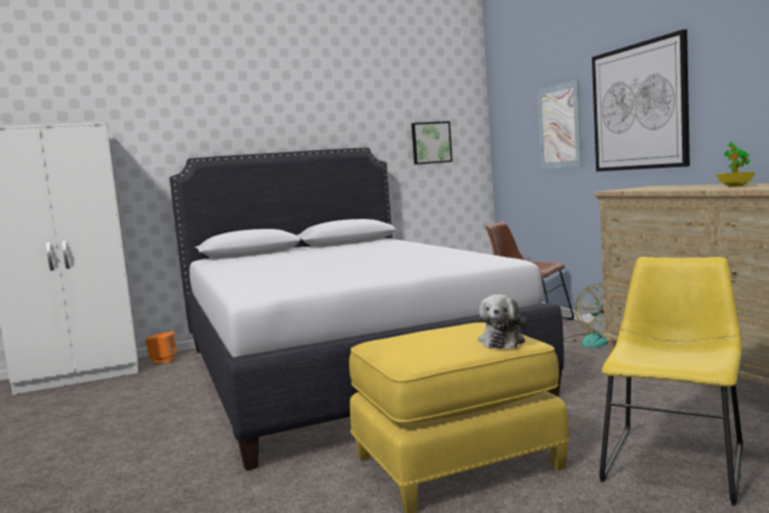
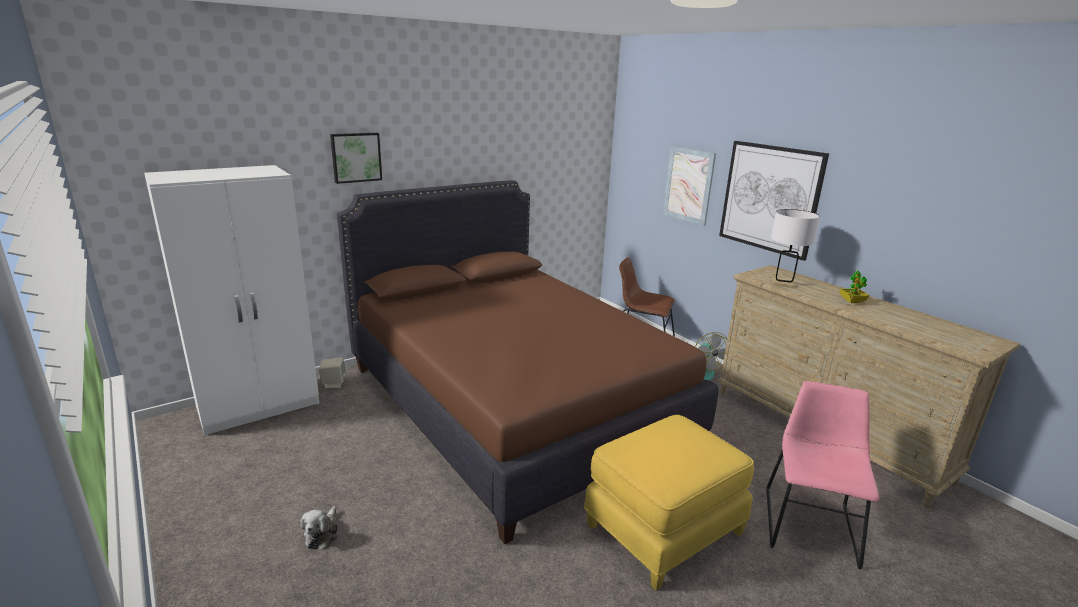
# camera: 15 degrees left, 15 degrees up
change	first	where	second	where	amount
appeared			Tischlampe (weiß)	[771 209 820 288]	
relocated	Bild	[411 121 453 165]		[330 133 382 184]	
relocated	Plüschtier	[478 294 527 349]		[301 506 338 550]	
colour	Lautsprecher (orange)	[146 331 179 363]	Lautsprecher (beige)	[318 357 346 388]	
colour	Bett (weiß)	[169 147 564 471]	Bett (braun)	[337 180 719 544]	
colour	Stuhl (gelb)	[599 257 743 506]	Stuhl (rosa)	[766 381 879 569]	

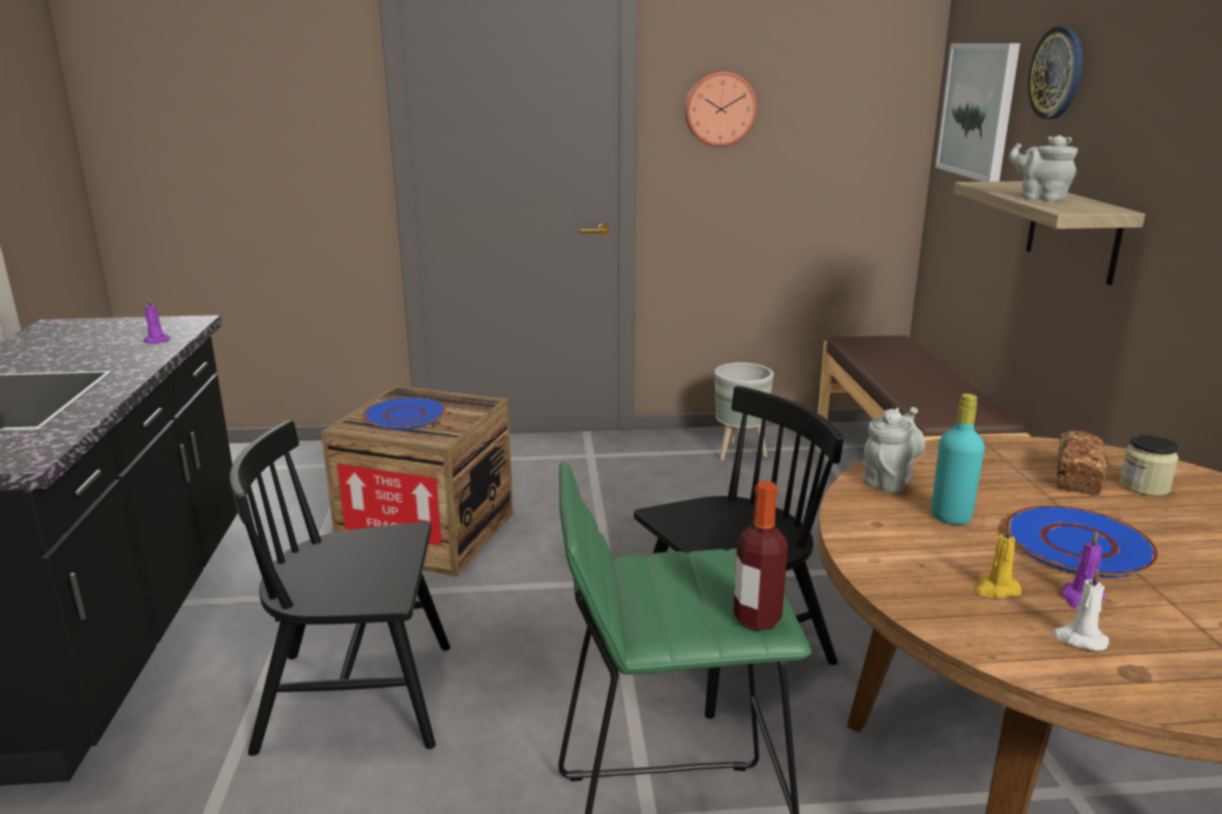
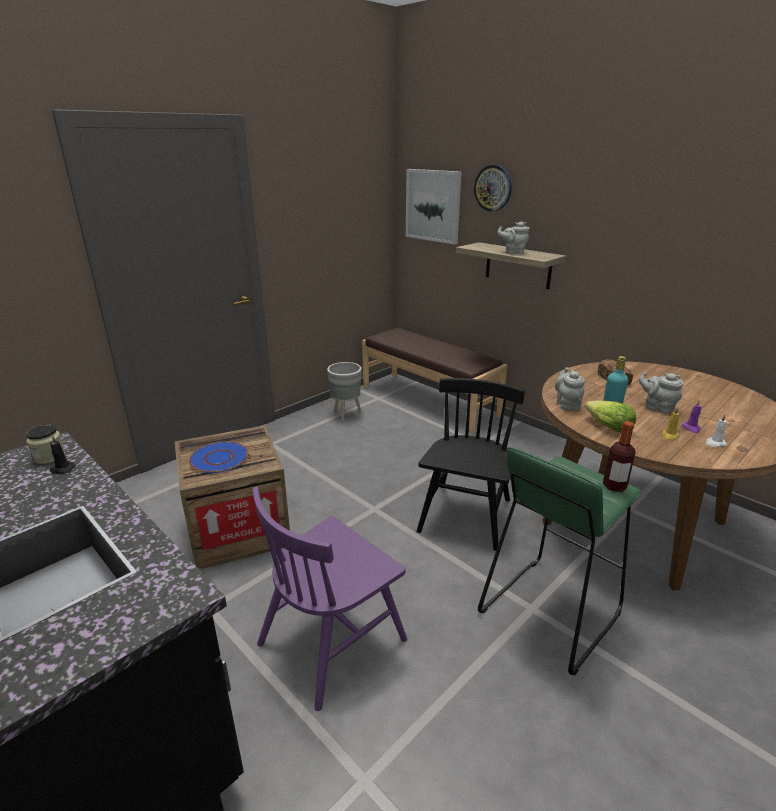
# camera: 40 degrees left, 5 degrees up
change	first	where	second	where	amount
missing	Wanduhr	[685 71 757 147]			
appeared			Salatkopf	[585 400 636 432]	
relocated	Vorratsglas	[1119 434 1179 496]		[26 424 65 464]	
exchanged	Teller (blau)	[1005 506 1158 578]	Teekanne (grau)	[639 372 684 413]	
colour	Kerze (lila)	[144 296 171 344]	Kerze (schwarz)	[50 435 76 474]	
colour	Stuhl (schwarz)	[230 420 450 756]	Stuhl (lila)	[253 487 407 711]	

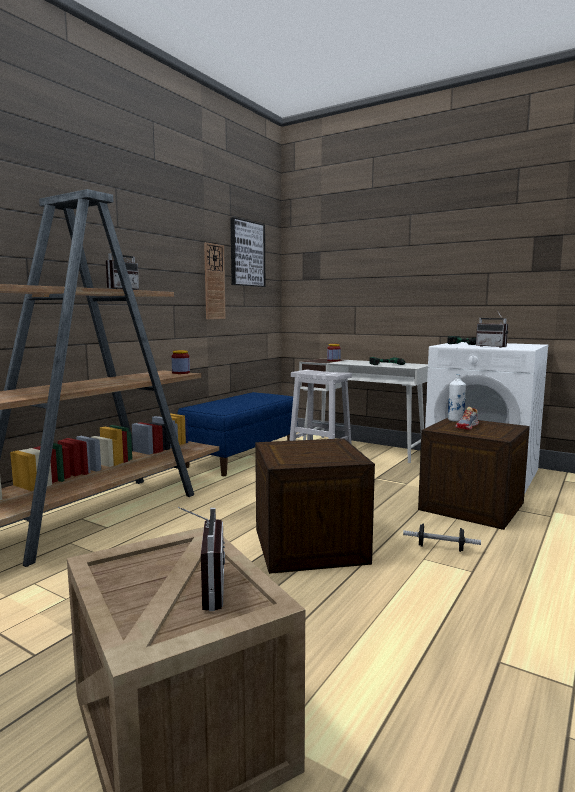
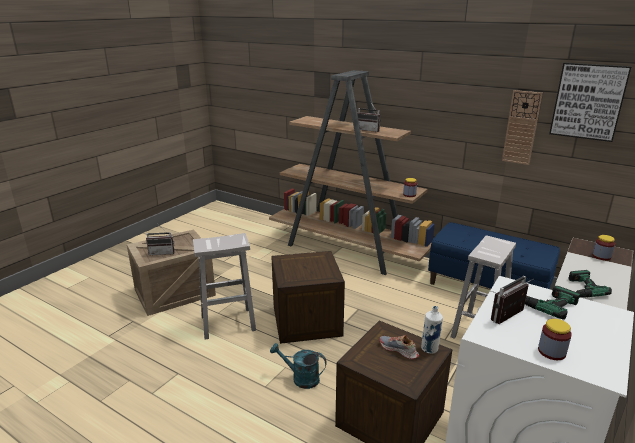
# camera: 90 degrees right, 15 degrees up
change	first	where	second	where	amount
appeared			Hocker (weiß)	[193 233 256 339]	
appeared			Vorratsglas	[538 319 572 360]	
exchanged	Hantel	[403 523 481 552]	Gießkanne (türkis)	[270 343 326 389]	

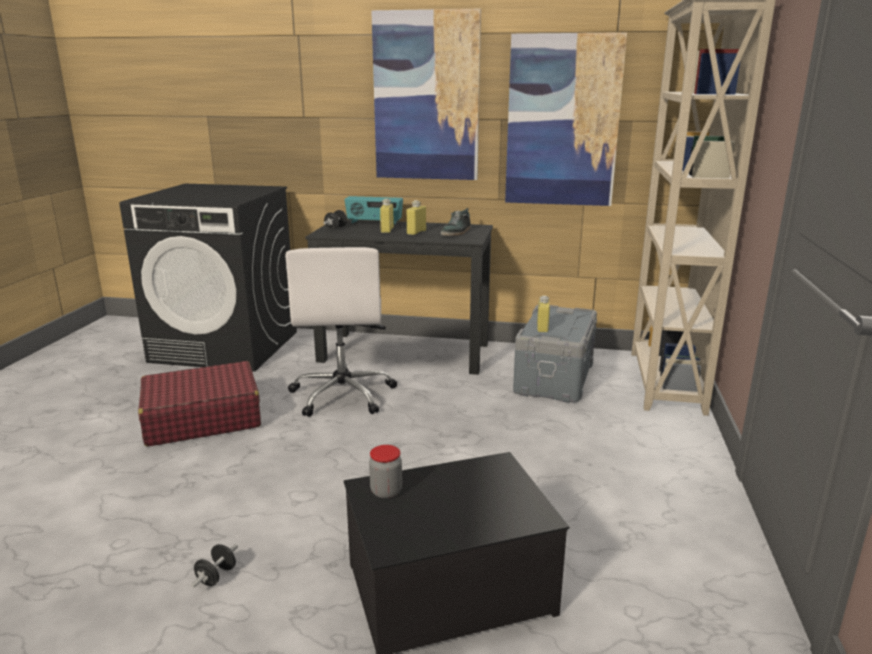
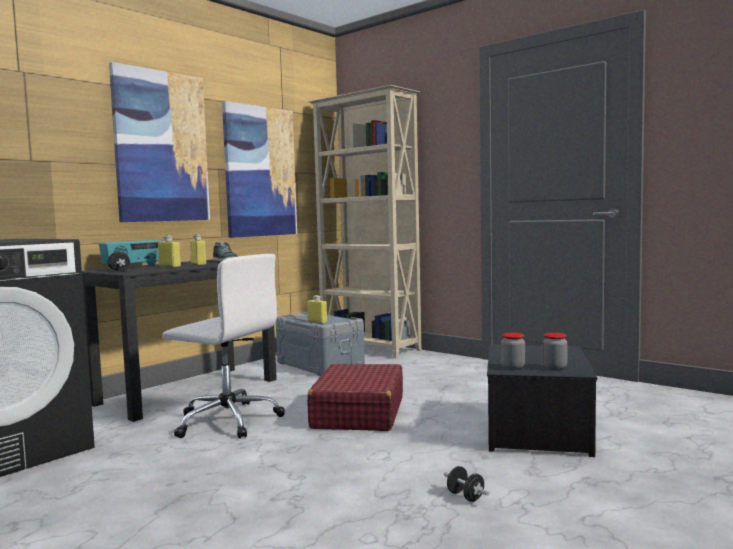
# camera: 60 degrees left, 15 degrees down
change	first	where	second	where	amount
appeared			Vorratsglas	[543 333 568 370]	
relocated	Koffer (rot)	[138 361 261 447]		[307 364 403 431]	

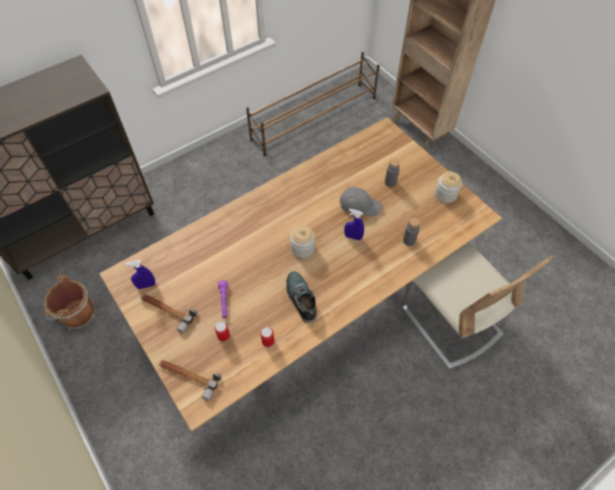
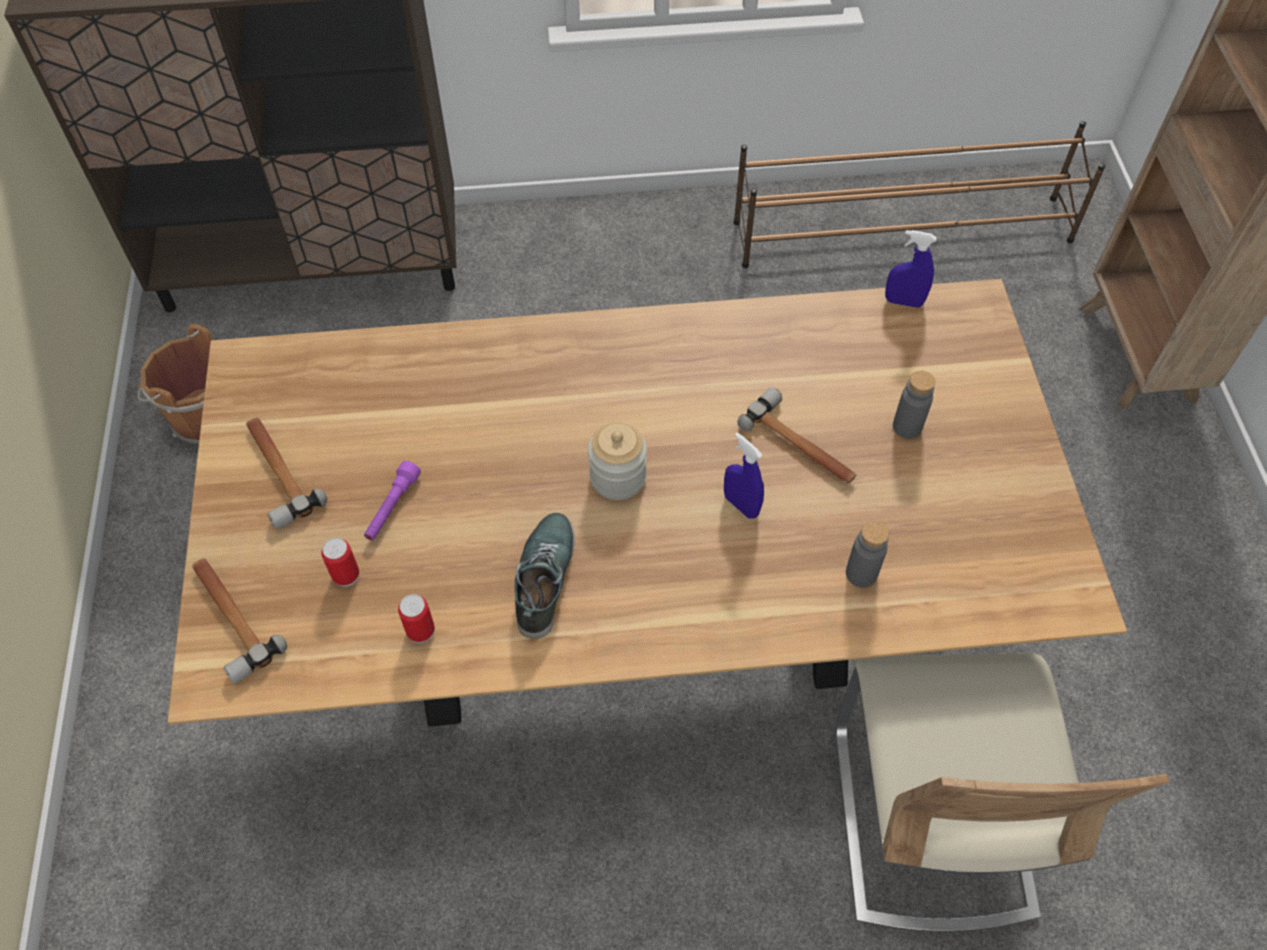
# camera: 30 degrees right, 0 degrees up
change	first	where	second	where	amount
missing	Vorratsglas	[435 171 462 203]			
relocated	Sprühflasche (blau)	[125 260 155 289]		[885 230 937 308]	
exchanged	Kappe (grau)	[340 187 382 216]	Hammer	[738 387 857 483]	

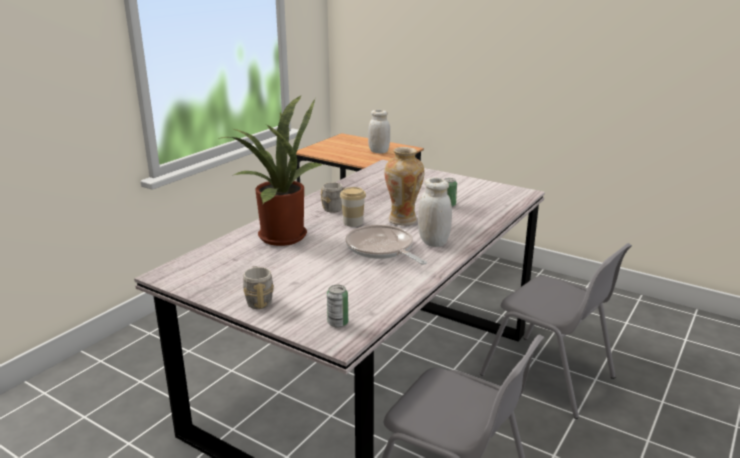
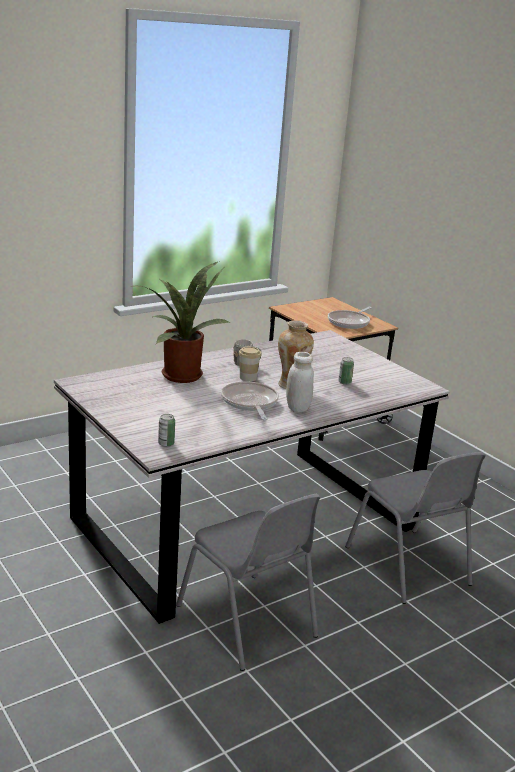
# camera: 20 degrees right, 0 degrees up
change	first	where	second	where	amount
missing	Henkelbecher (grau)	[243 266 274 309]			
exchanged	Vorratsglas (weiß)	[368 110 390 154]	Pfanne	[328 307 372 329]	

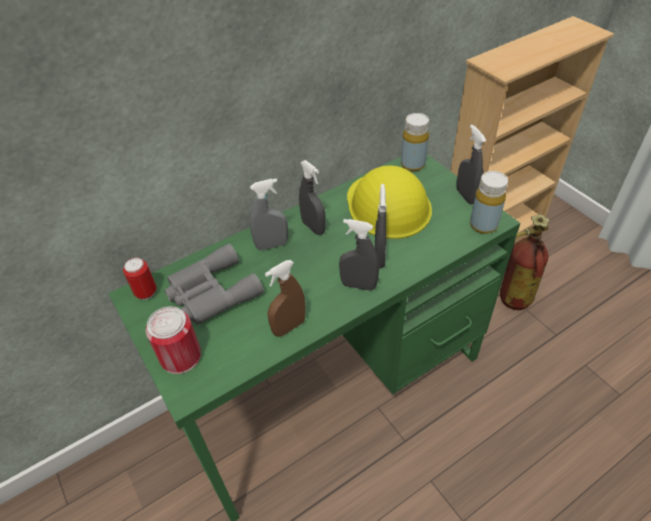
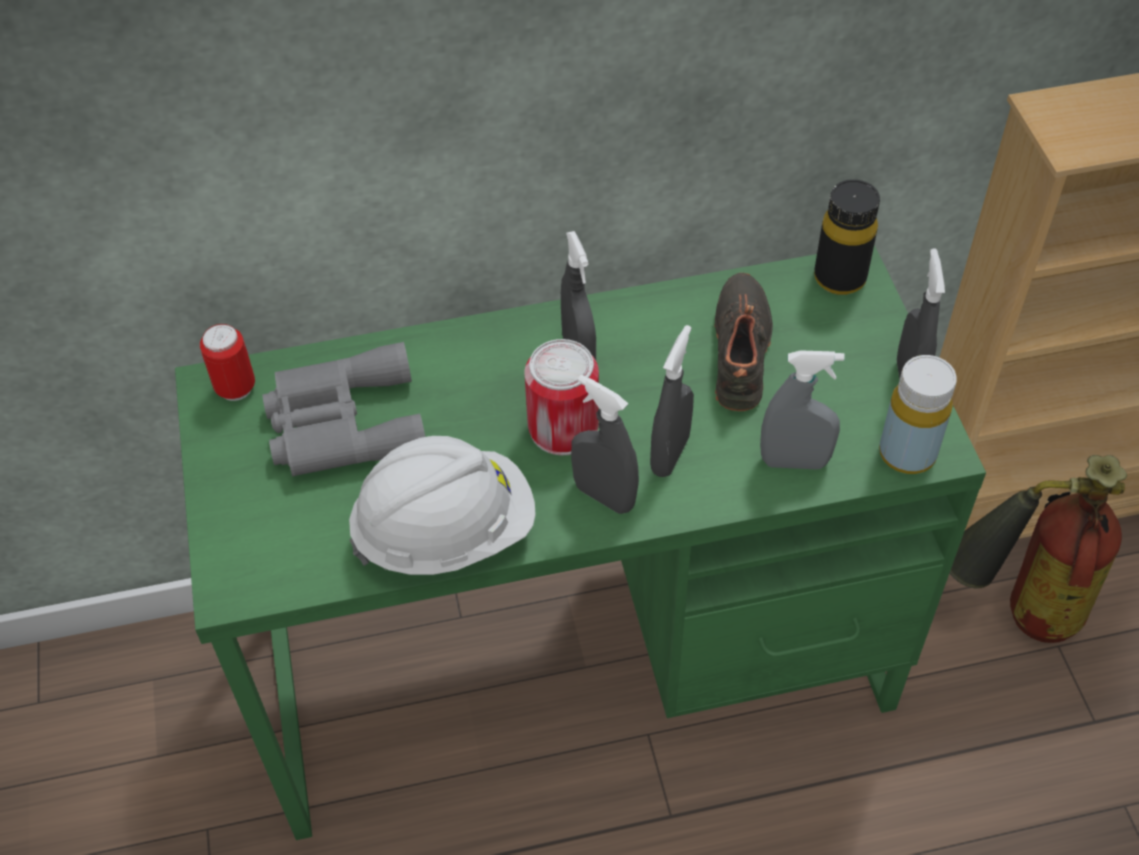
# camera: 20 degrees right, 5 degrees up
change	first	where	second	where	amount
relocated	Dose	[146 306 201 374]		[525 339 599 455]	
relocated	Sprühflasche (grau)	[250 178 288 250]		[760 350 845 469]	
exchanged	Sprühflasche (braun)	[265 260 306 337]	Schutzhelm (weiß)	[349 436 536 575]	
exchanged	Schutzhelm (gelb)	[347 165 432 239]	Schuh (schwarz)	[715 273 773 411]	
colour	Flasche (gelb)	[401 113 429 171]	Flasche (schwarz)	[814 179 880 295]	

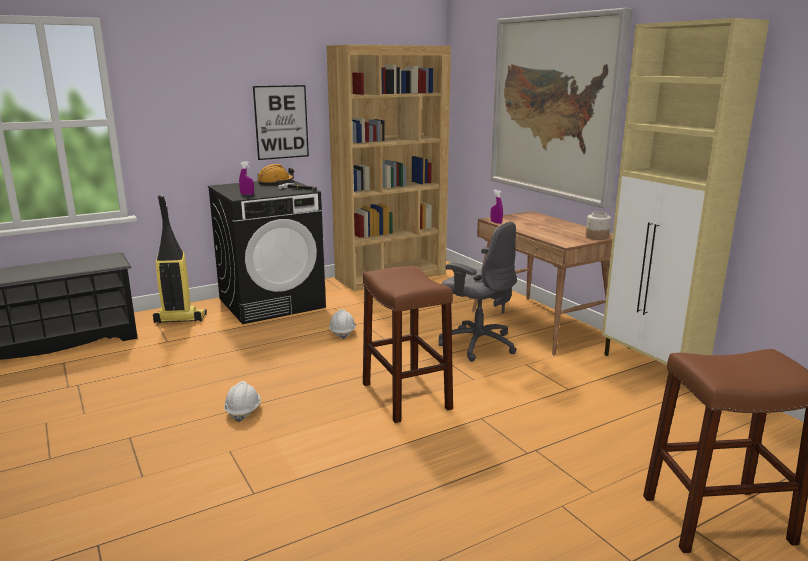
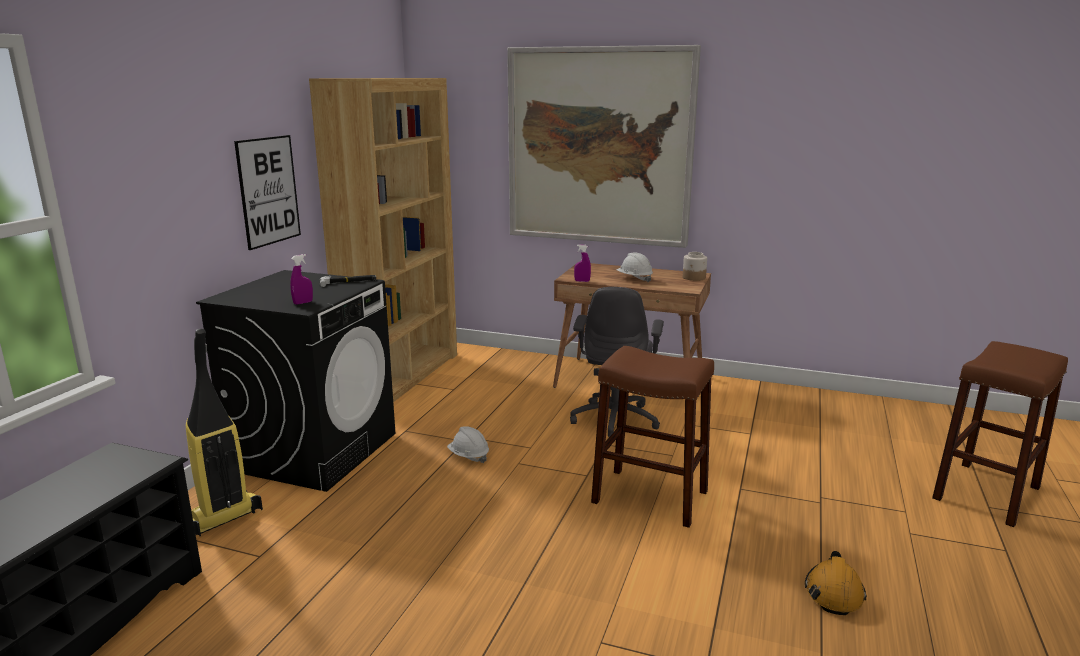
# camera: 40 degrees left, 0 degrees up
change	first	where	second	where	amount
missing	Schrank (beige)	[602 18 769 389]			
relocated	Schutzhelm (weiß)	[224 381 261 422]		[617 253 653 282]	
relocated	Schutzhelm (orange)	[257 164 294 185]		[805 551 867 615]	
spun	Bürostuhl (grau)	[439 222 517 362]		[570 287 664 437]	105 degrees clockwise

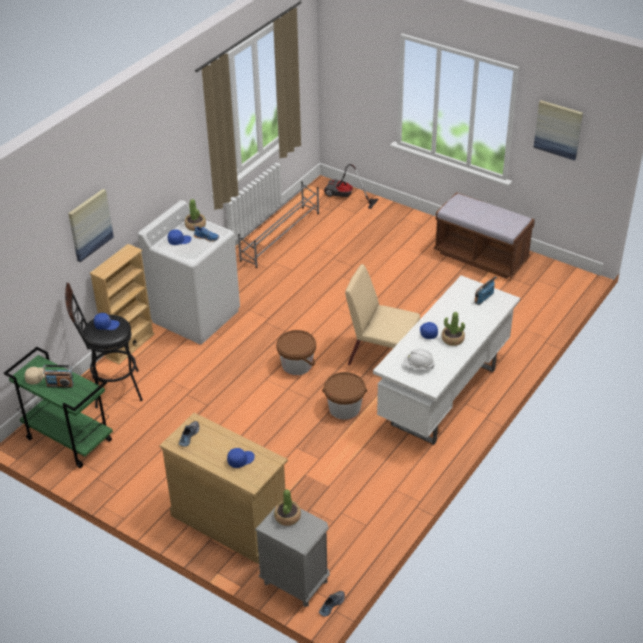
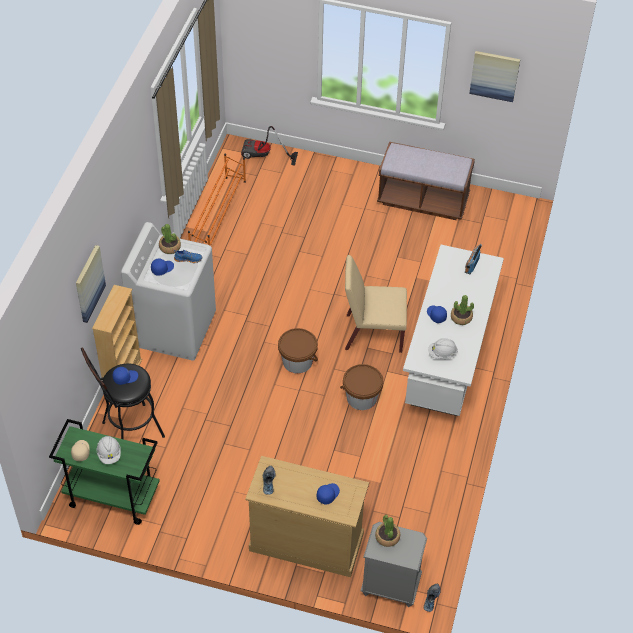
# camera: 20 degrees left, 10 degrees up
change	first	where	second	where	amount
exchanged	Radio	[43 365 74 388]	Schutzhelm (weiß)	[97 436 121 464]	
colour	Schuhregal (grau)	[238 181 319 268]	Schuhregal (orange)	[188 154 246 246]	

